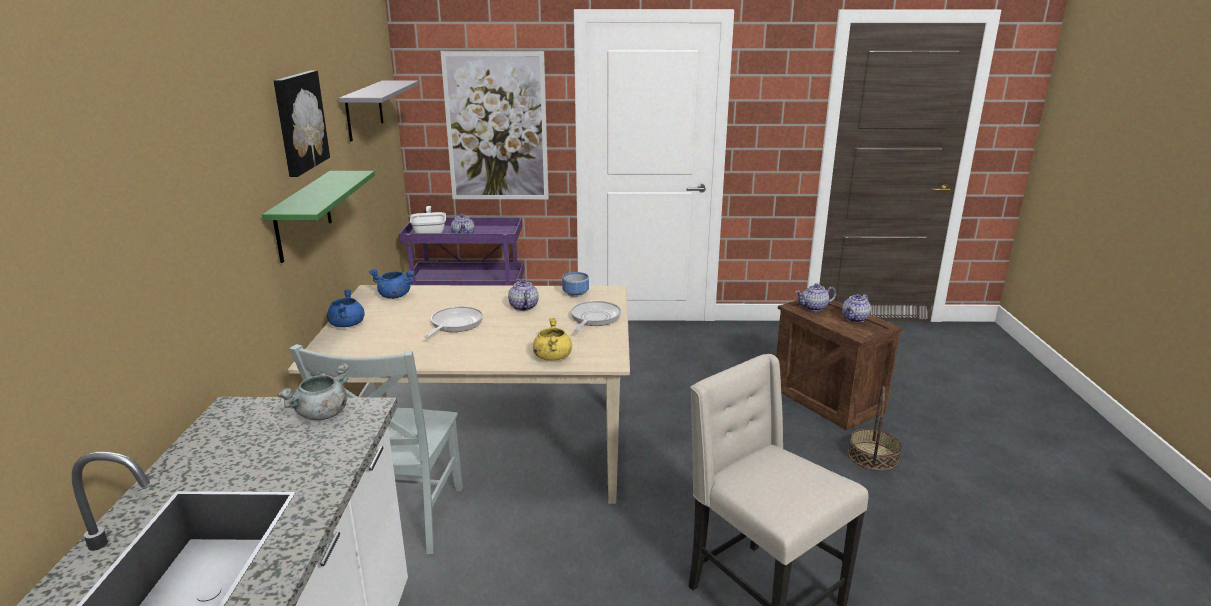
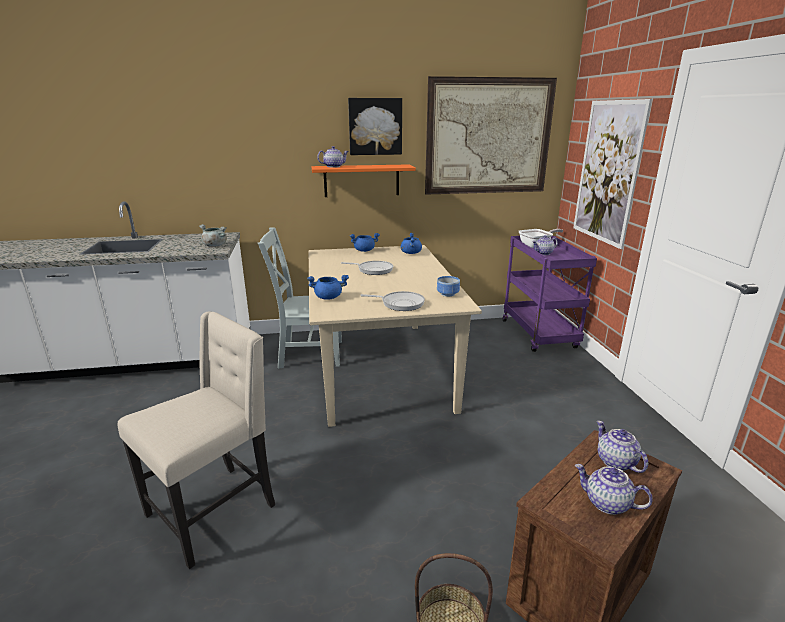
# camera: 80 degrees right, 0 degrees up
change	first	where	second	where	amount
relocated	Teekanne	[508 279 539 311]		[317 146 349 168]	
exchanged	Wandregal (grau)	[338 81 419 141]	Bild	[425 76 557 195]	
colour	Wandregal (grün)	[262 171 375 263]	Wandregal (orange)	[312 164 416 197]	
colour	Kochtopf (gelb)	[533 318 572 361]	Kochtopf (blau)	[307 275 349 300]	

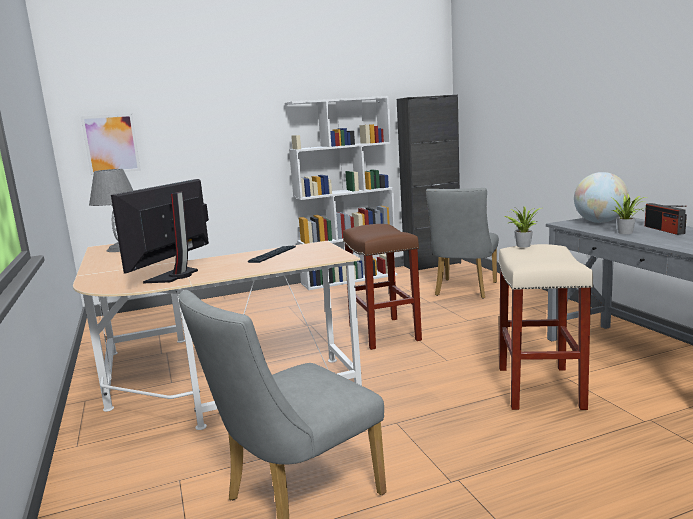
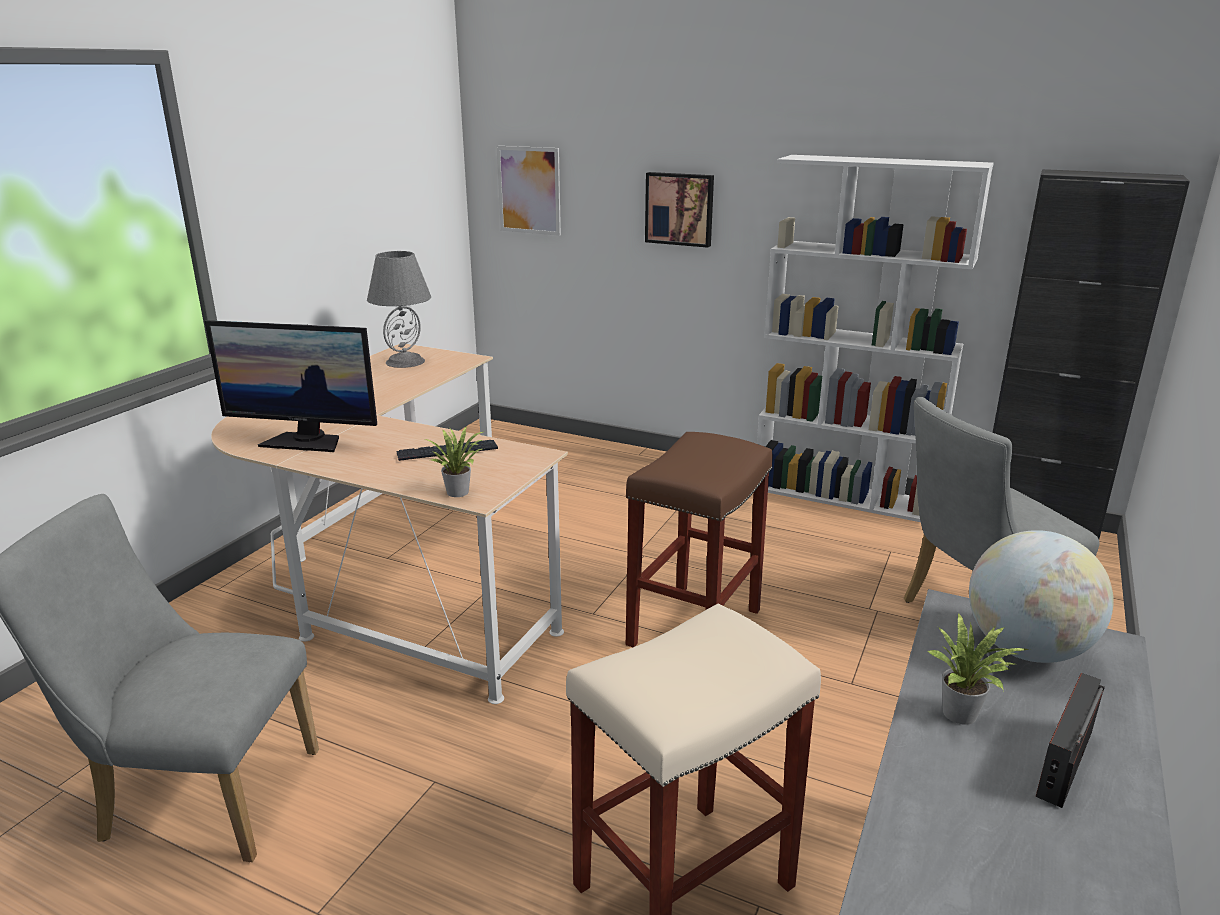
# camera: 45 degrees right, 10 degrees up
change	first	where	second	where	amount
appeared			Bild	[645 172 714 248]	
relocated	Topfpflanze	[505 207 541 248]		[425 427 485 497]	
spun	Monitor	[111 179 209 283]		[205 320 377 452]	150 degrees counterclockwise

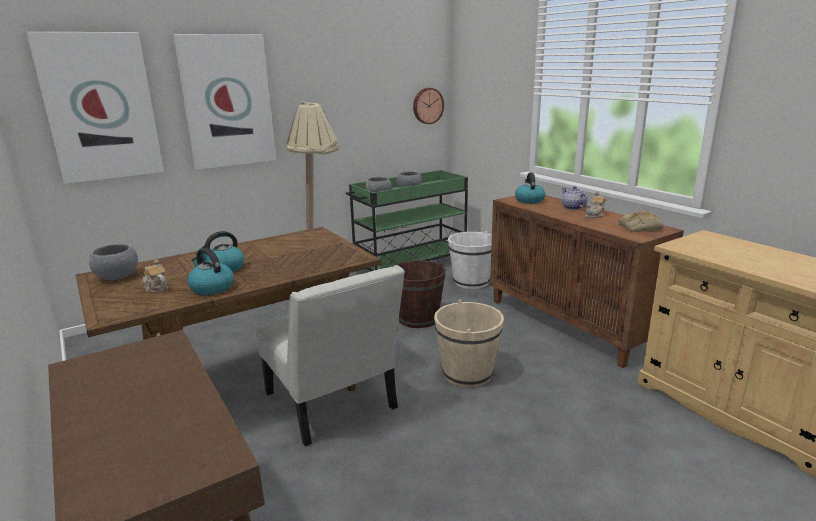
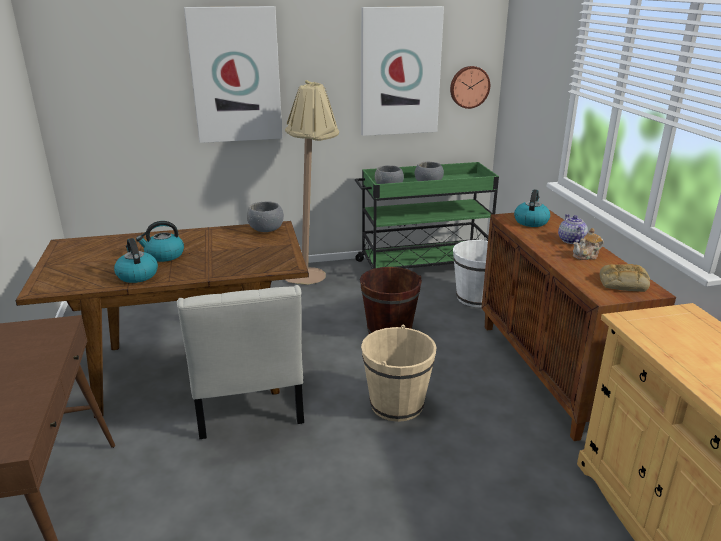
# camera: 20 degrees right, 5 degrees up
change	first	where	second	where	amount
missing	Teekanne	[143 259 168 293]			
relocated	Bild	[26 32 164 184]		[361 6 444 136]	
relocated	Schüssel (grau)	[89 244 138 280]		[247 201 284 232]	

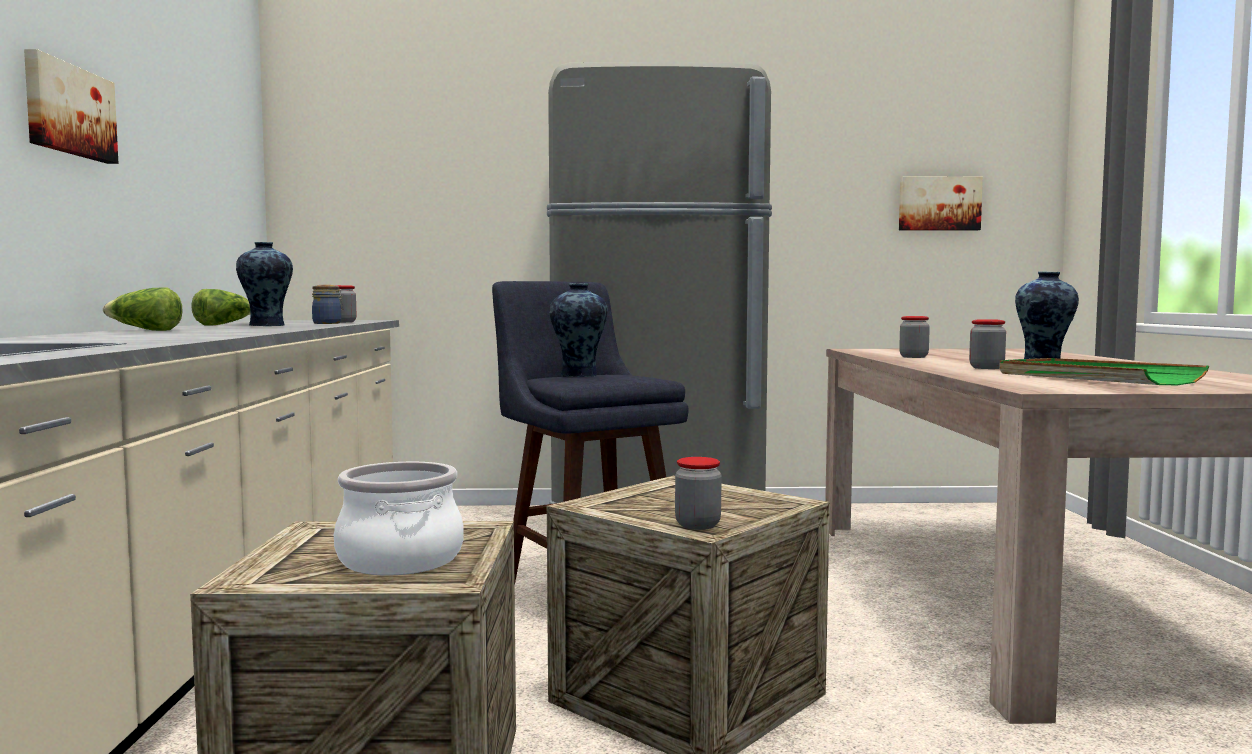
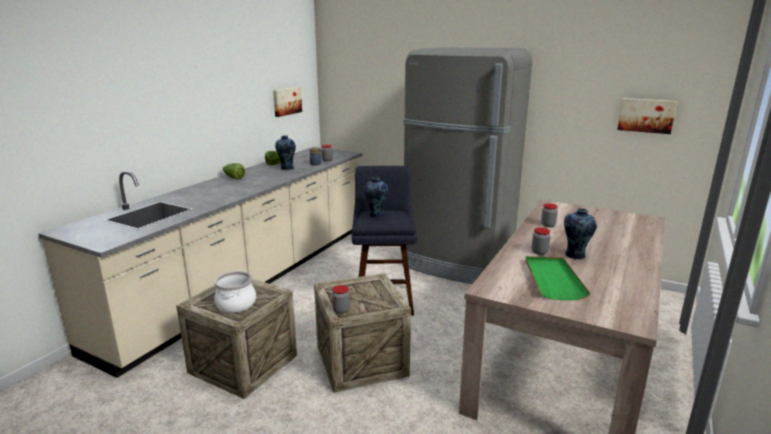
# camera: 30 degrees right, 15 degrees up
change	first	where	second	where	amount
relocated	Bild	[24 49 118 164]		[273 87 302 117]	

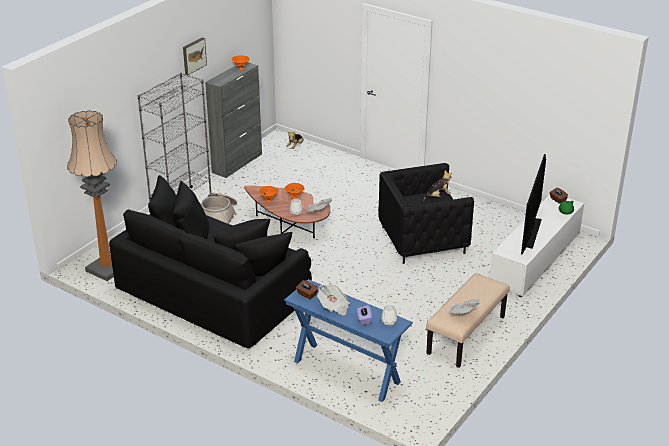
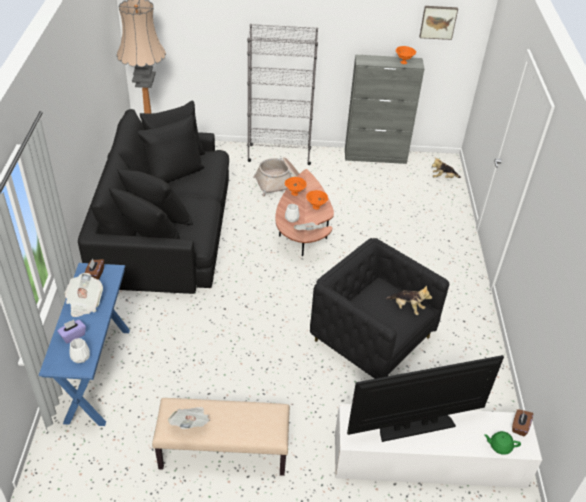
# camera: 55 degrees right, 10 degrees up
change	first	where	second	where	amount
relocated	Bild	[183 37 207 75]		[420 6 458 40]	

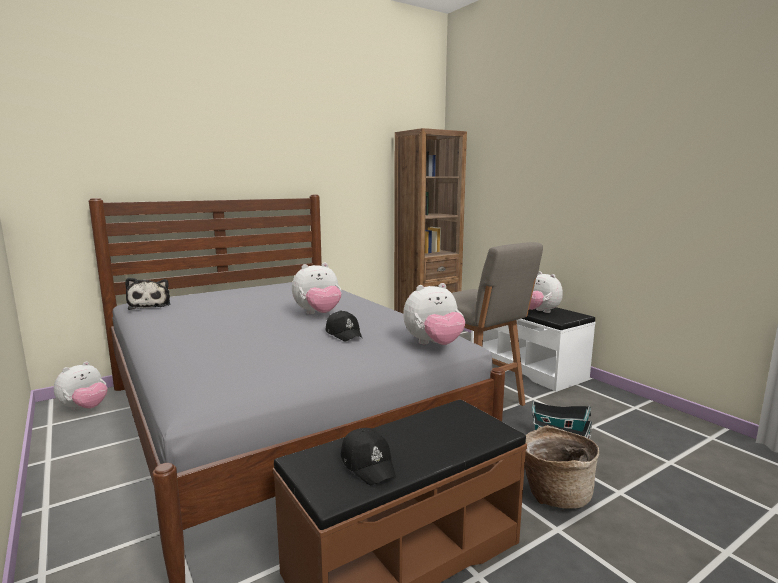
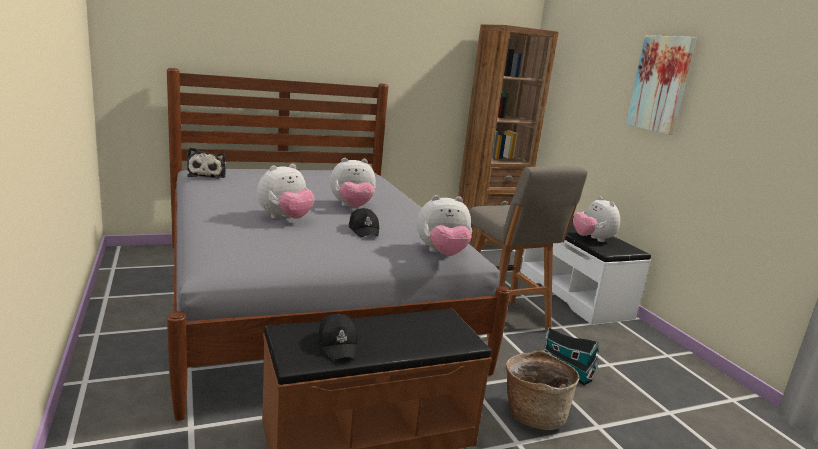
# camera: 10 degrees right, 5 degrees up
change	first	where	second	where	amount
appeared			Bild	[626 35 696 135]	
relocated	Plüschtier	[54 362 107 410]		[257 164 315 219]	

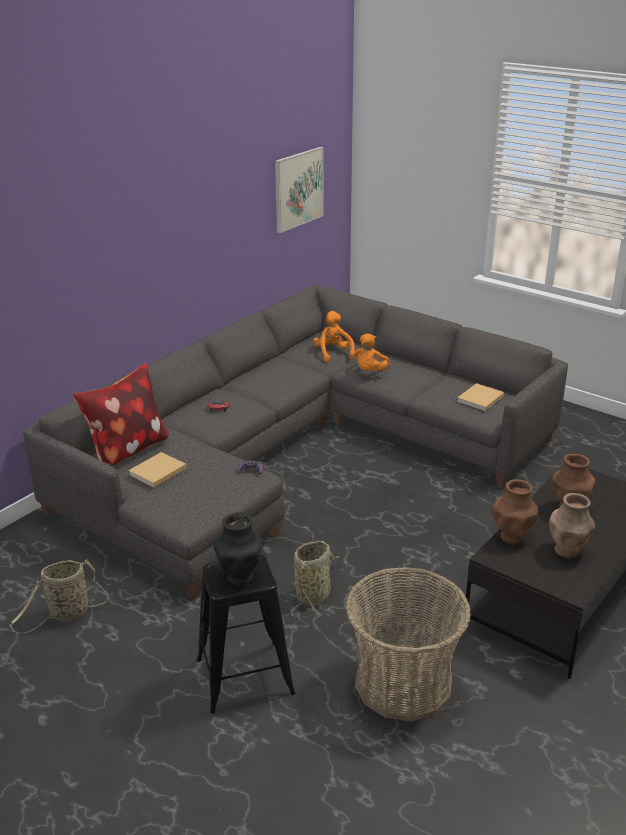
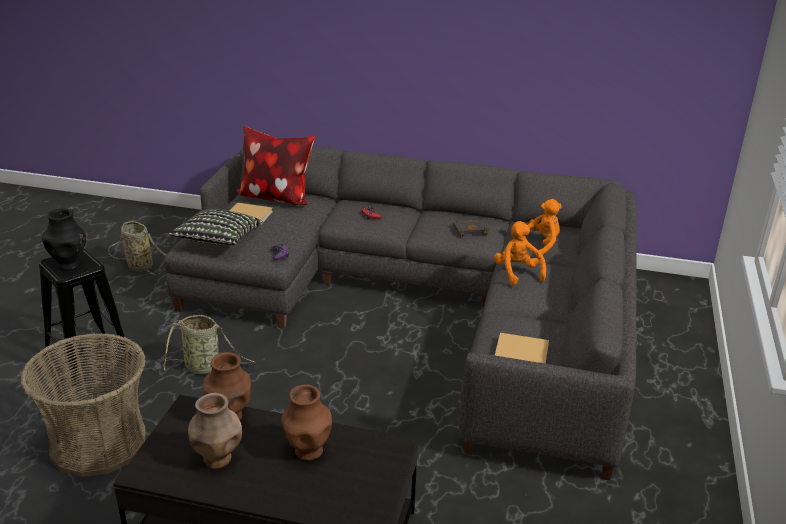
# camera: 65 degrees right, 0 degrees up
change	first	where	second	where	amount
missing	Bild	[275 147 323 233]			
appeared			Kissen	[169 209 263 246]	
appeared			Buch (schwarz)	[453 219 489 237]	
spun	Plüschtier (orange)	[354 333 390 371]		[494 221 546 285]	75 degrees clockwise

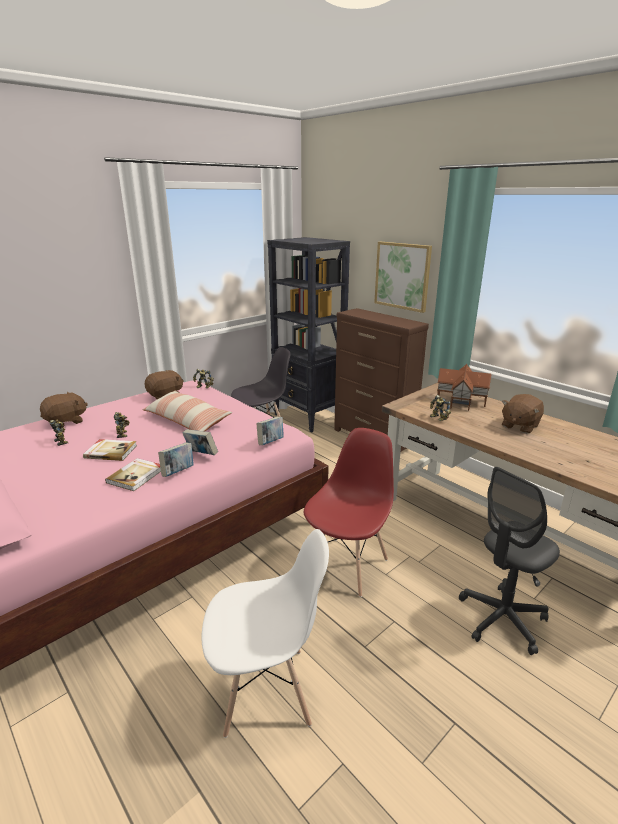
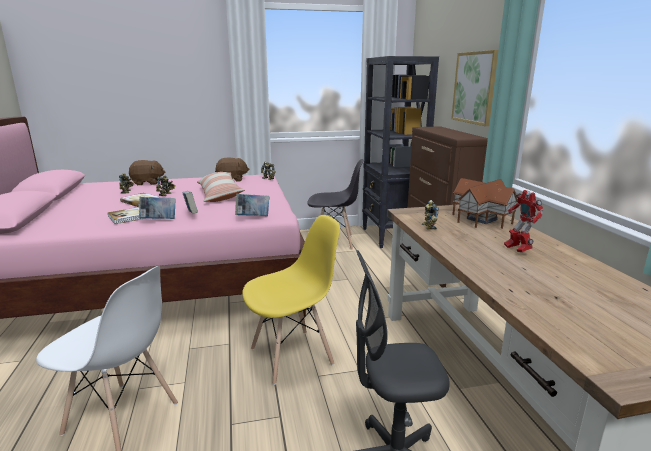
# camera: 30 degrees right, 5 degrees down
change	first	where	second	where	amount
exchanged	Plüschtier (braun)	[502 394 544 434]	Spielzeugroboter	[504 190 544 252]	
colour	Stuhl (rot)	[304 428 394 597]	Stuhl (gelb)	[242 215 340 385]	

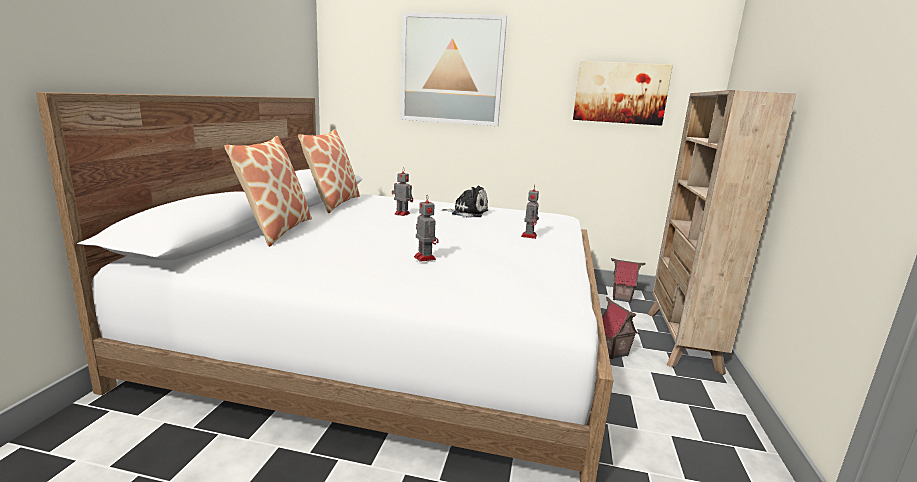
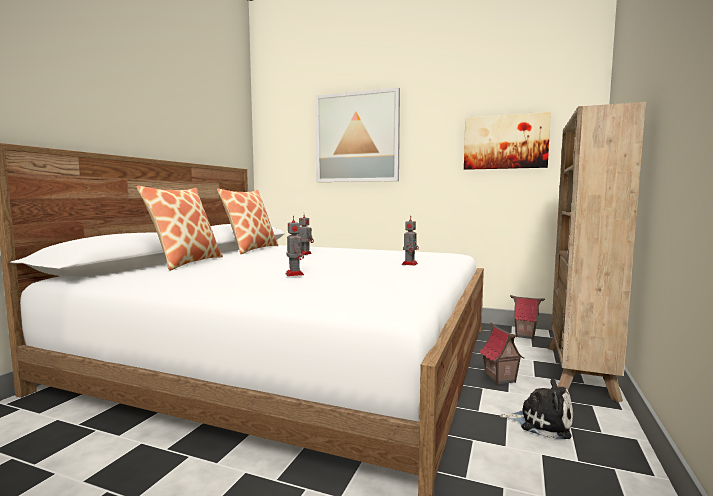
# camera: 10 degrees right, 10 degrees down
change	first	where	second	where	amount
relocated	Plüschtier	[441 186 488 218]		[500 379 573 439]	

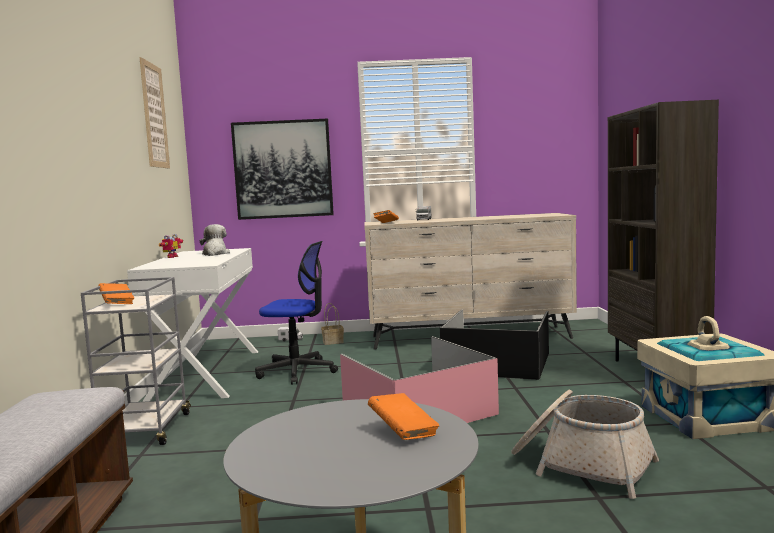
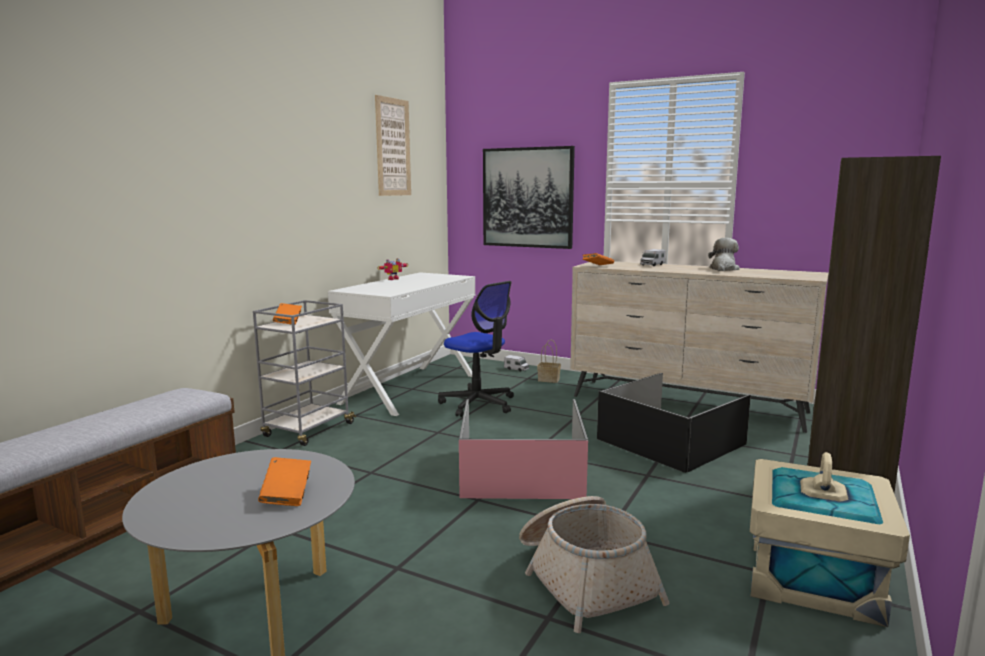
# camera: 30 degrees right, 5 degrees up
change	first	where	second	where	amount
relocated	Plüschtier	[200 224 230 256]		[708 238 740 271]	

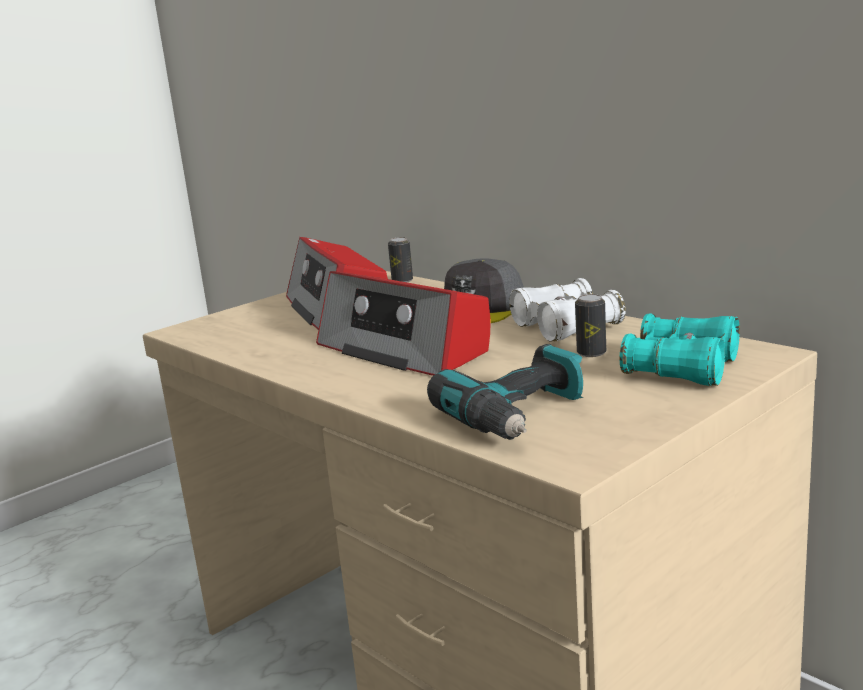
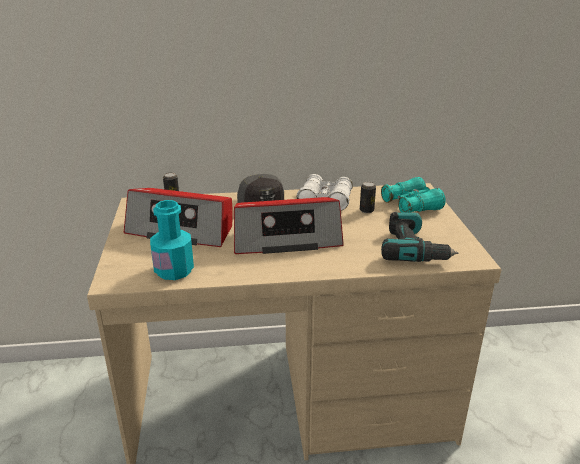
# camera: 55 degrees left, 10 degrees up
change	first	where	second	where	amount
appeared			Flasche (türkis)	[150 200 194 280]	

